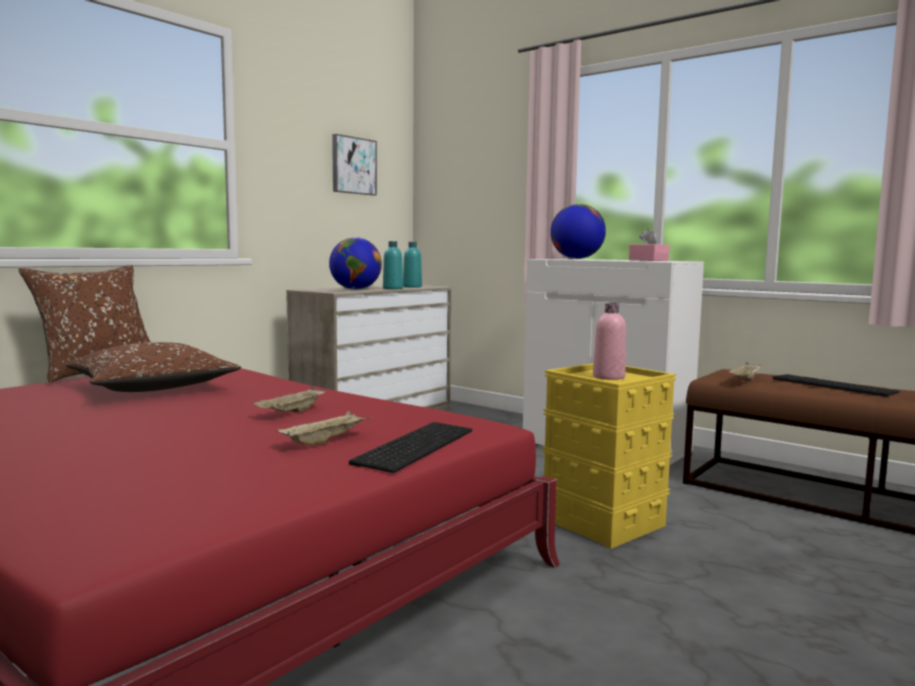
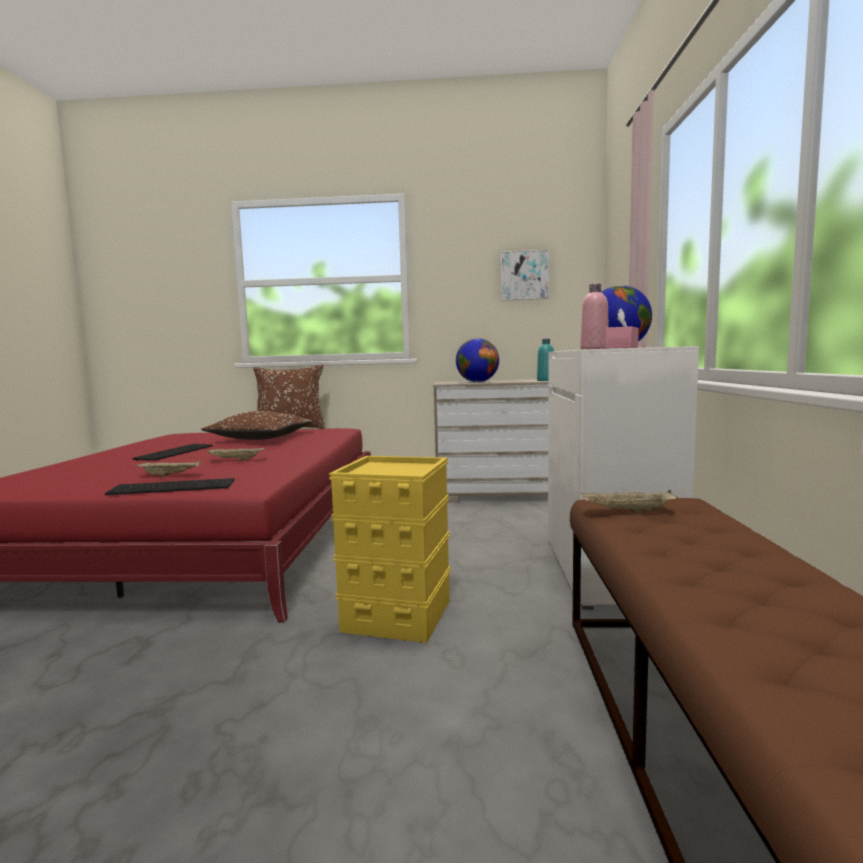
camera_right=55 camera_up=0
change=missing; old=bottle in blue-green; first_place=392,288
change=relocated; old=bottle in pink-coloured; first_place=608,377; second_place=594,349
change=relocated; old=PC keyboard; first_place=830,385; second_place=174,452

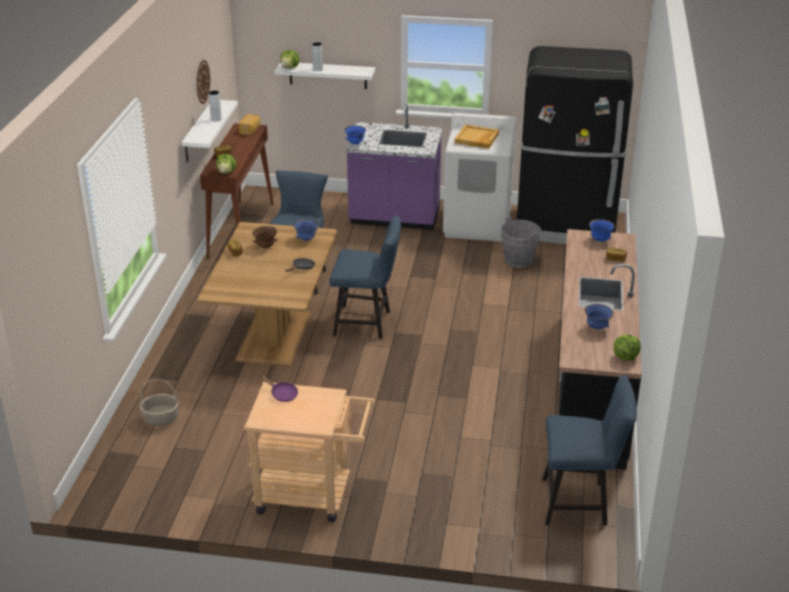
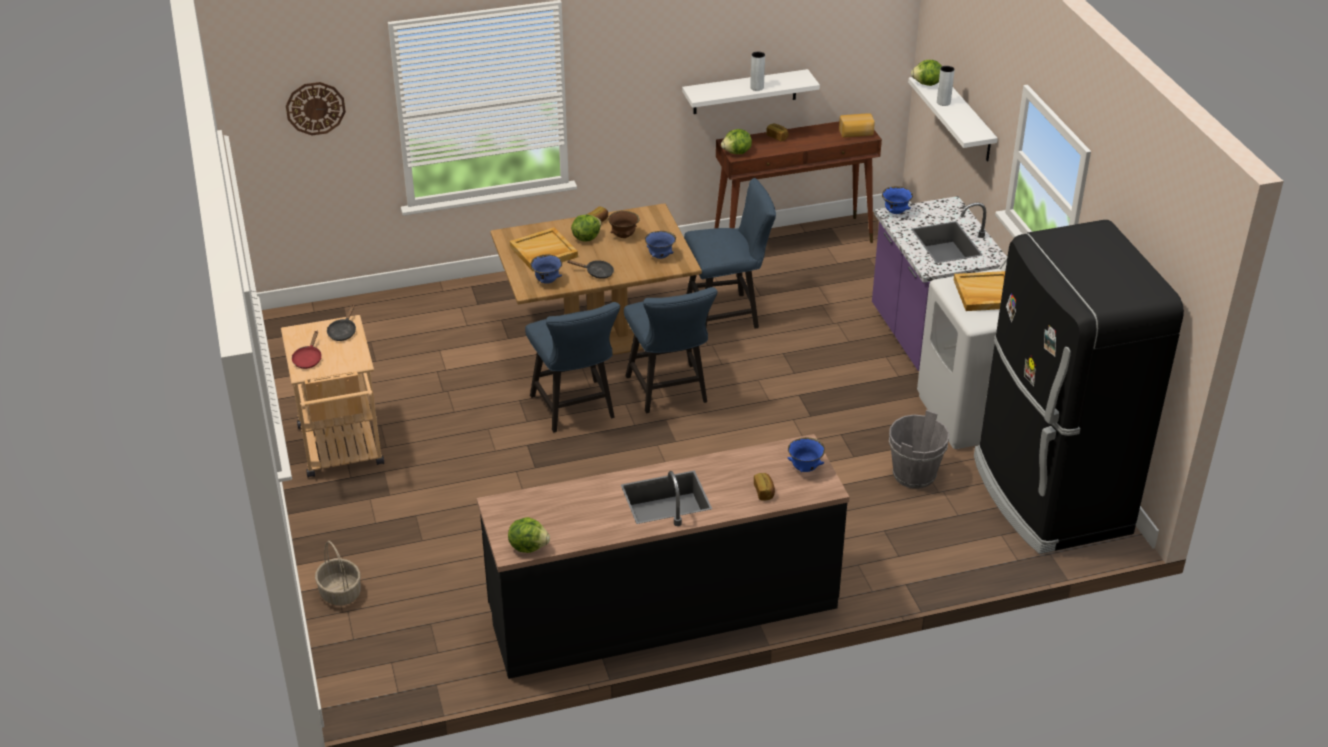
camera_right=65 camera_up=5
change=relocated; old=basket; first_place=160,419; second_place=340,593
change=relocated; old=hanging clock; first_place=202,81; second_place=315,108
change=colour; old=frying pan in purple-coloured; new=frying pan in black-coloured; first_place=282,394; second_place=343,332
change=relocated; old=upright chair in blue; first_place=580,503; second_place=575,410
change=relocated; old=bowl in blue; first_place=596,327; second_place=546,281
change=appeared; new=frying pan in red-coloured; second_place=308,359
change=appeared; new=serving tray in sand-coloured; second_place=543,252
change=appeared; new=lettuce; second_place=586,237

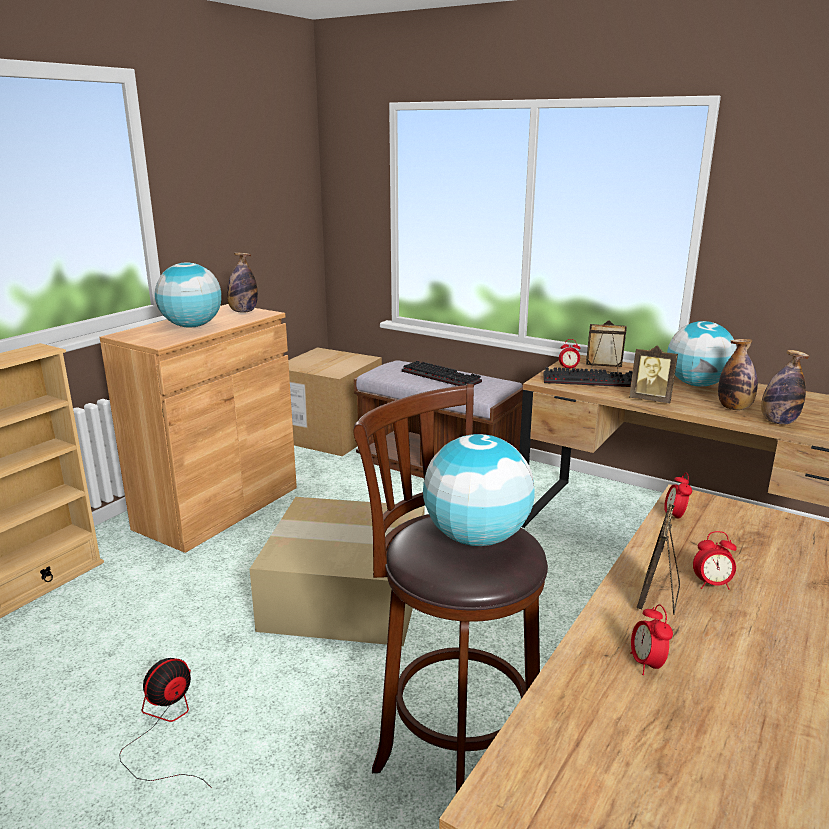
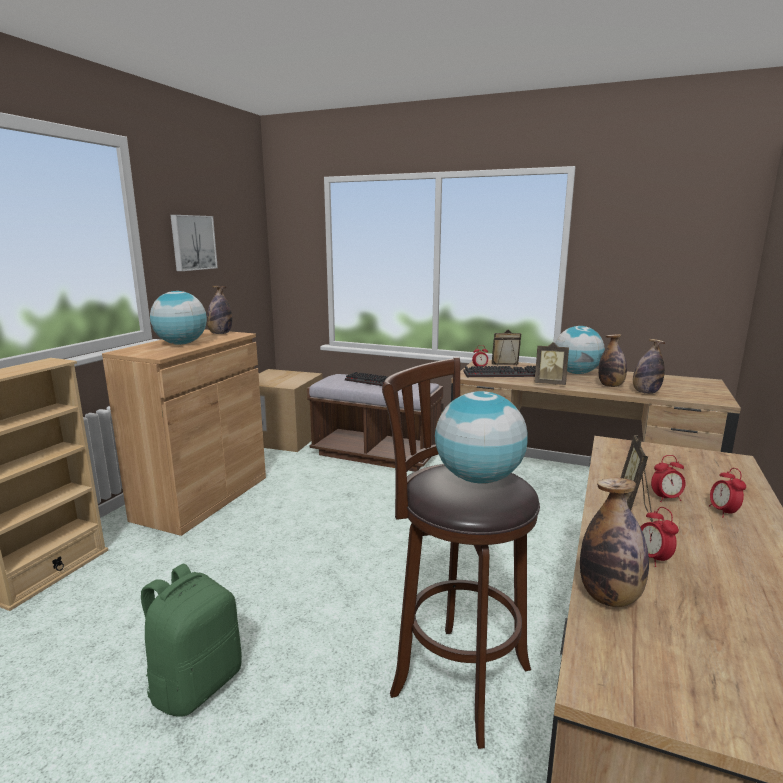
camera_right=-10 camera_up=-5
change=exchanged; old=electric fan; new=knapsack in green-coloured; first_place=165,728; second_place=196,684
change=missing; old=cardboard box; first_place=348,593
change=relocated; old=bedside clock; first_place=674,517; second_place=723,512
change=appeared; new=wall art; second_place=192,242
change=appeared; new=bottle; second_place=609,597

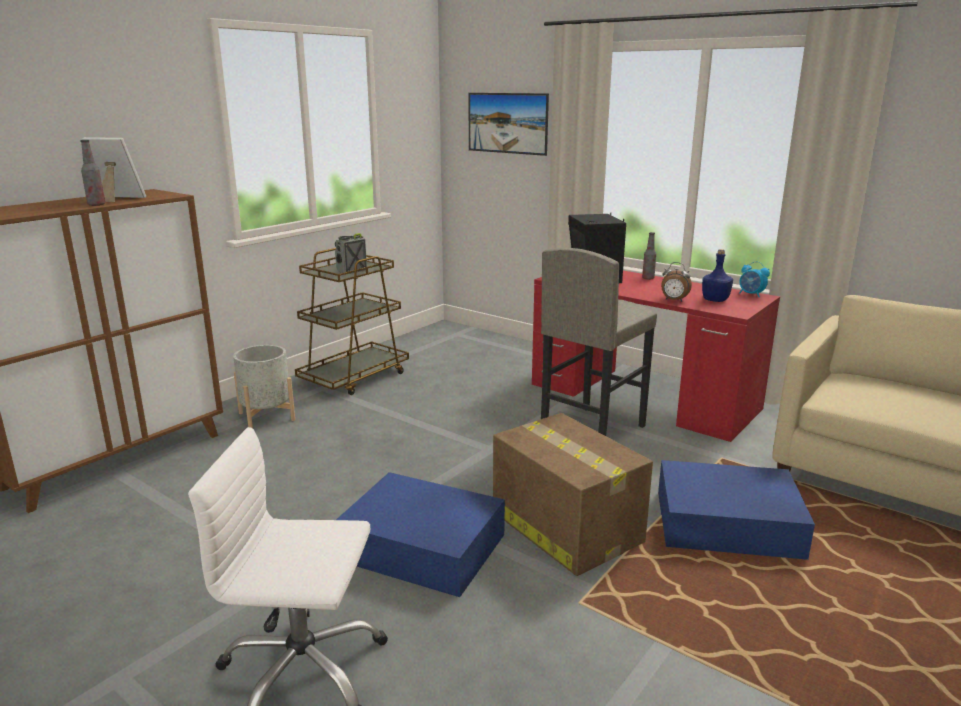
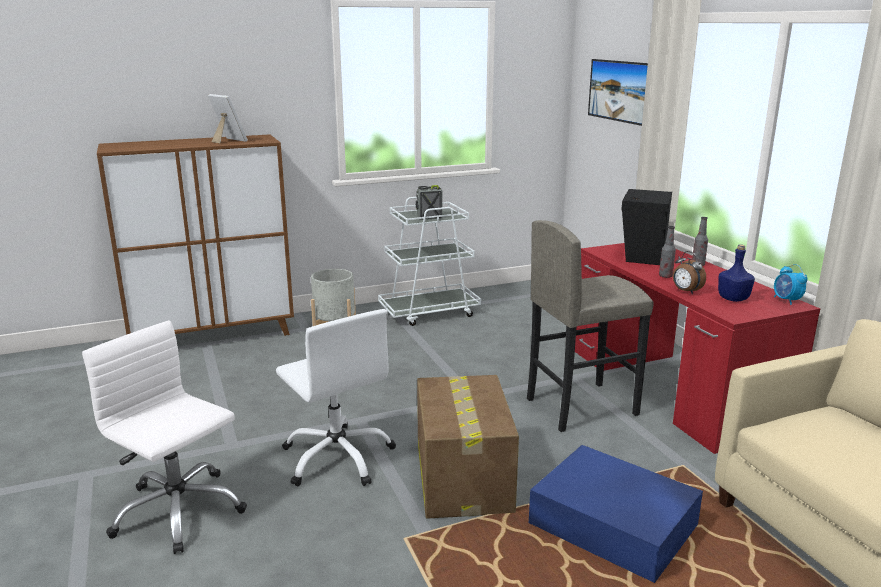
camera_right=30 camera_up=0
change=relocated; old=bottle; first_place=96,205; second_place=665,276
change=colour; old=wheeled cart in brown-coloured; new=wheeled cart in whitish; first_place=355,378; second_place=429,312
change=exchanged; old=storage box in blue; new=desk chair in whitish; first_place=423,548; second_place=338,457

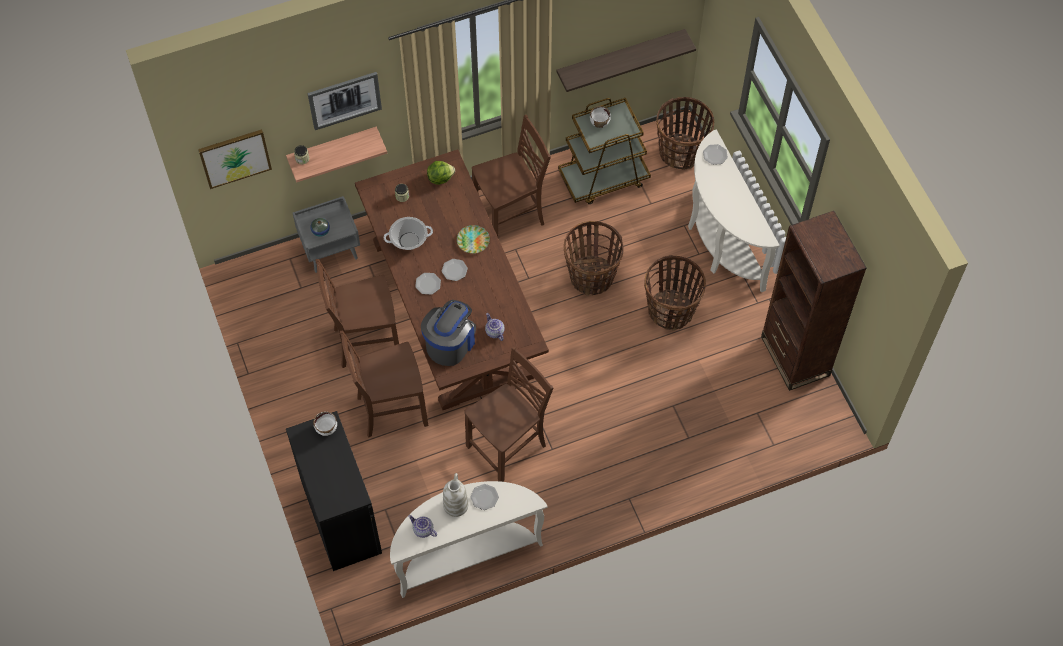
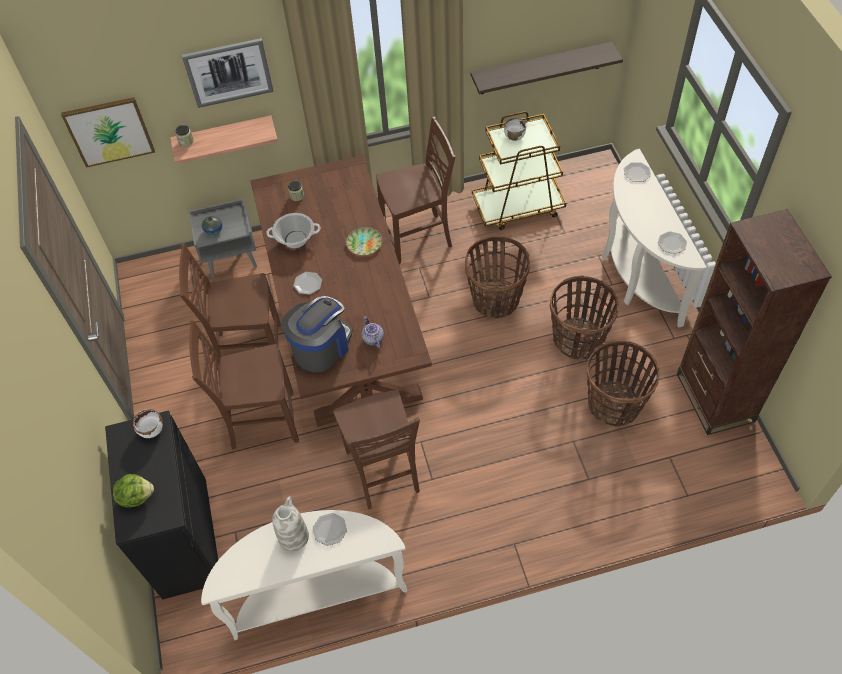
camera_right=10 camera_up=-5
change=missing; old=tea pot; first_place=422,530
change=relocated; old=lettuce; first_place=440,178; second_place=136,496
change=relocated; old=flat dish; first_place=454,270; second_place=671,244
change=spun; old=upright chair in brown-coloured; first_place=508,447; second_place=384,472; degrees=105
change=relocated; old=basket; first_place=681,152; second_place=614,405

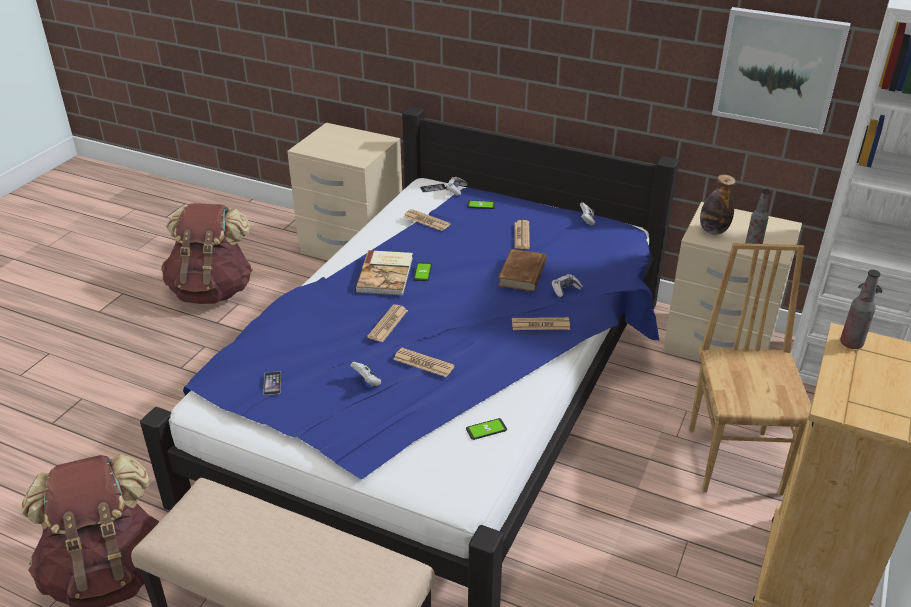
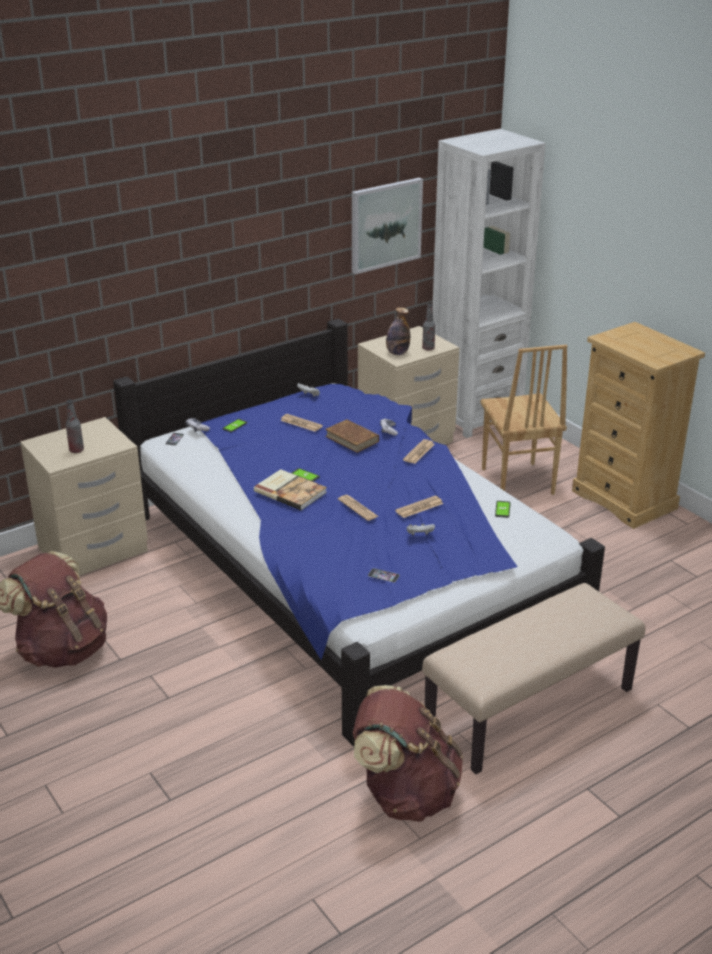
camera_right=-60 camera_up=-5
change=missing; old=newspaper; first_place=426,221
change=spun; old=upright chair in brown-coloured; first_place=735,460; second_place=516,482; degrees=-135
change=relocated; old=bottle; first_place=851,343; second_place=76,450

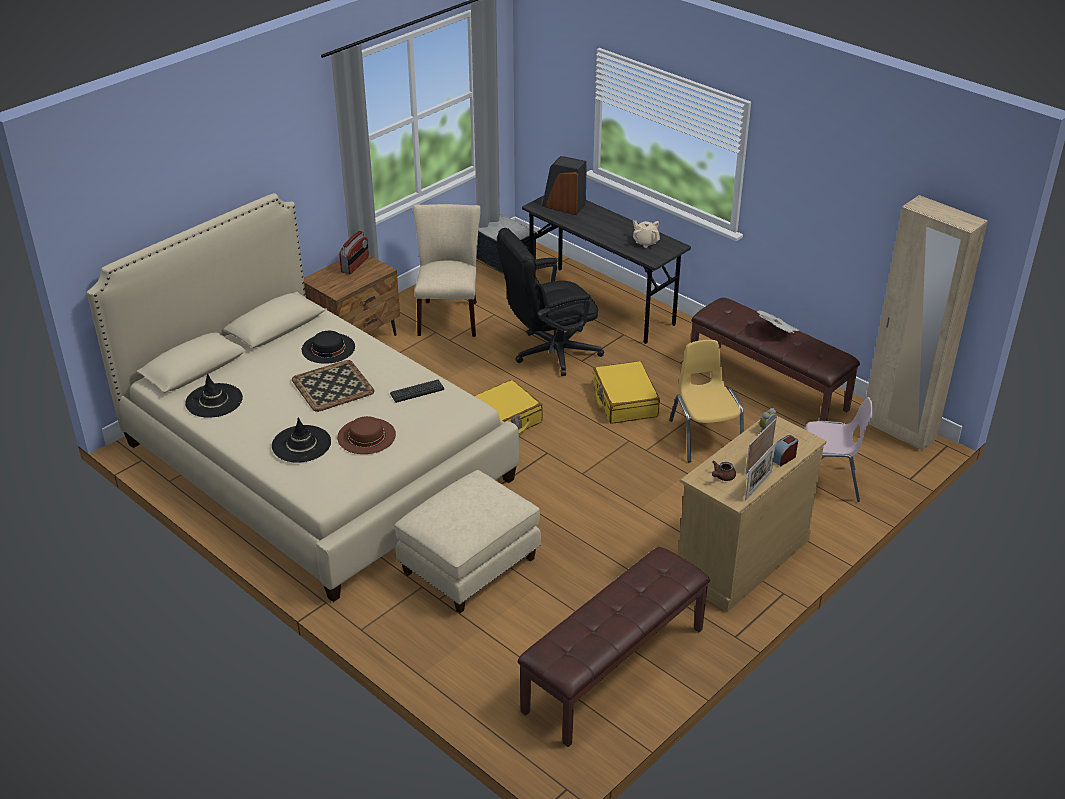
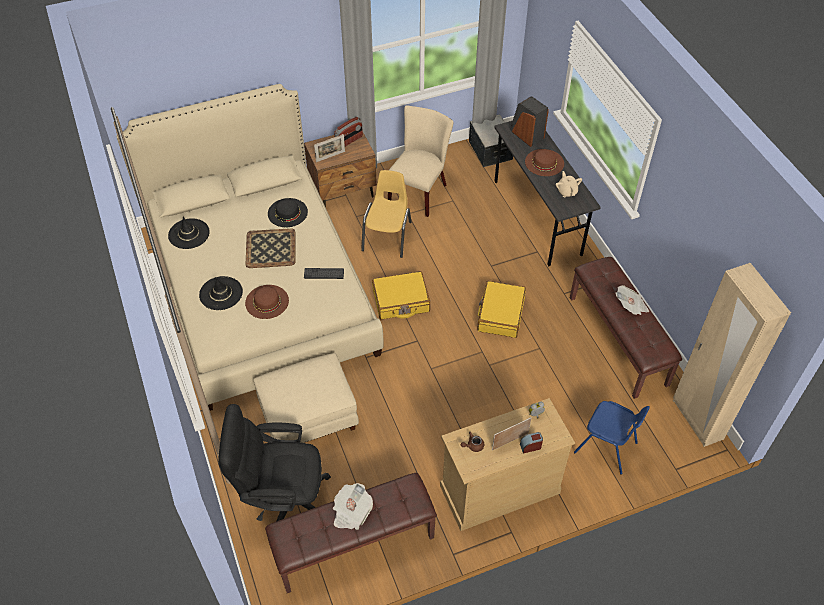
camera_right=25 camera_up=15
change=relocated; old=desk chair in black-coloured; first_place=549,353; second_place=282,498
change=relocated; old=upright chair in yellow-coloured; first_place=705,437; second_place=387,236
change=relocated; old=picture frame; first_place=758,486; second_place=330,156
change=colour; old=upright chair in pink-coloured; new=upright chair in blue; first_place=826,484; second_place=606,448
change=appeared; new=newspaper; second_place=351,512
change=appeared; new=hat in brown-coloured; second_place=544,162

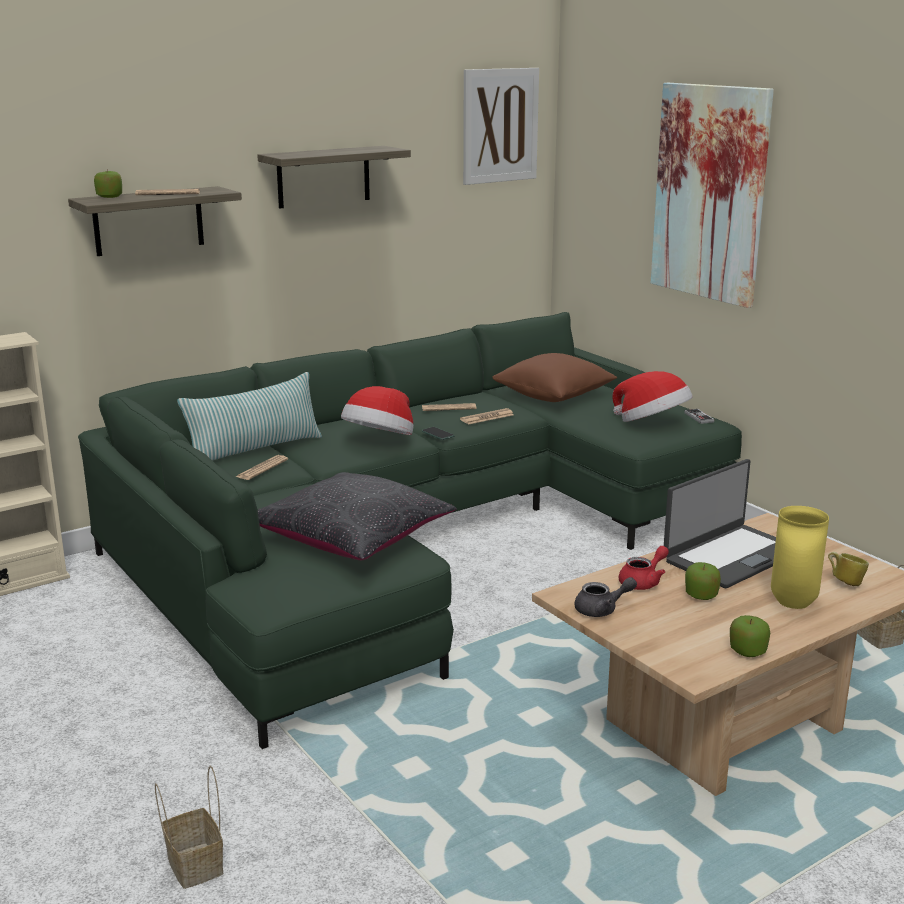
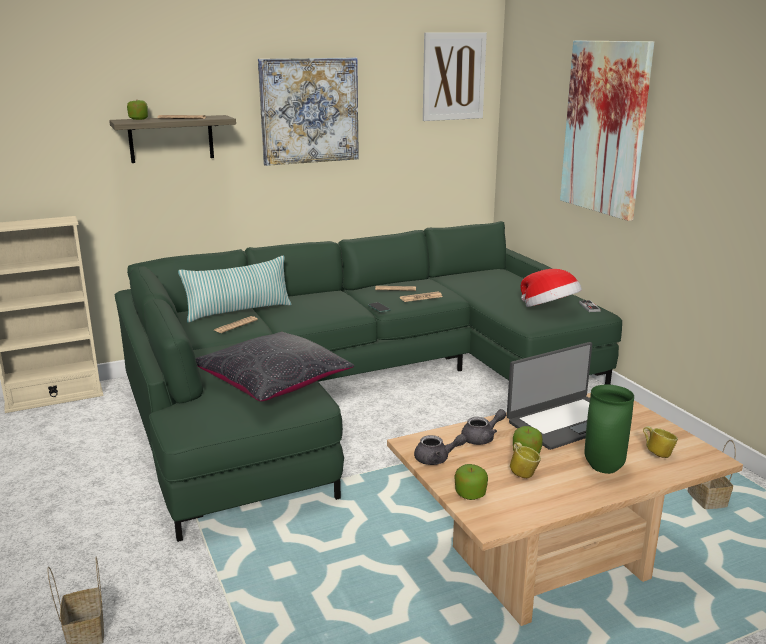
camera_right=10 camera_up=0
change=exchanged; old=shelf; new=wall art; first_place=323,177; second_place=309,111
change=missing; old=hat; first_place=380,441
change=missing; old=pillow in brown-coloured; first_place=554,396
change=colour; old=tea pot in red-coloured; new=tea pot in gray; first_place=643,582; second_place=482,438
change=relocated; old=apple; first_place=747,651; second_place=470,494
change=colour; old=flower vase in yellow-coloured; new=flower vase in green-coloured; first_place=791,603; second_place=602,468
change=appeared; new=mug; second_place=522,472

